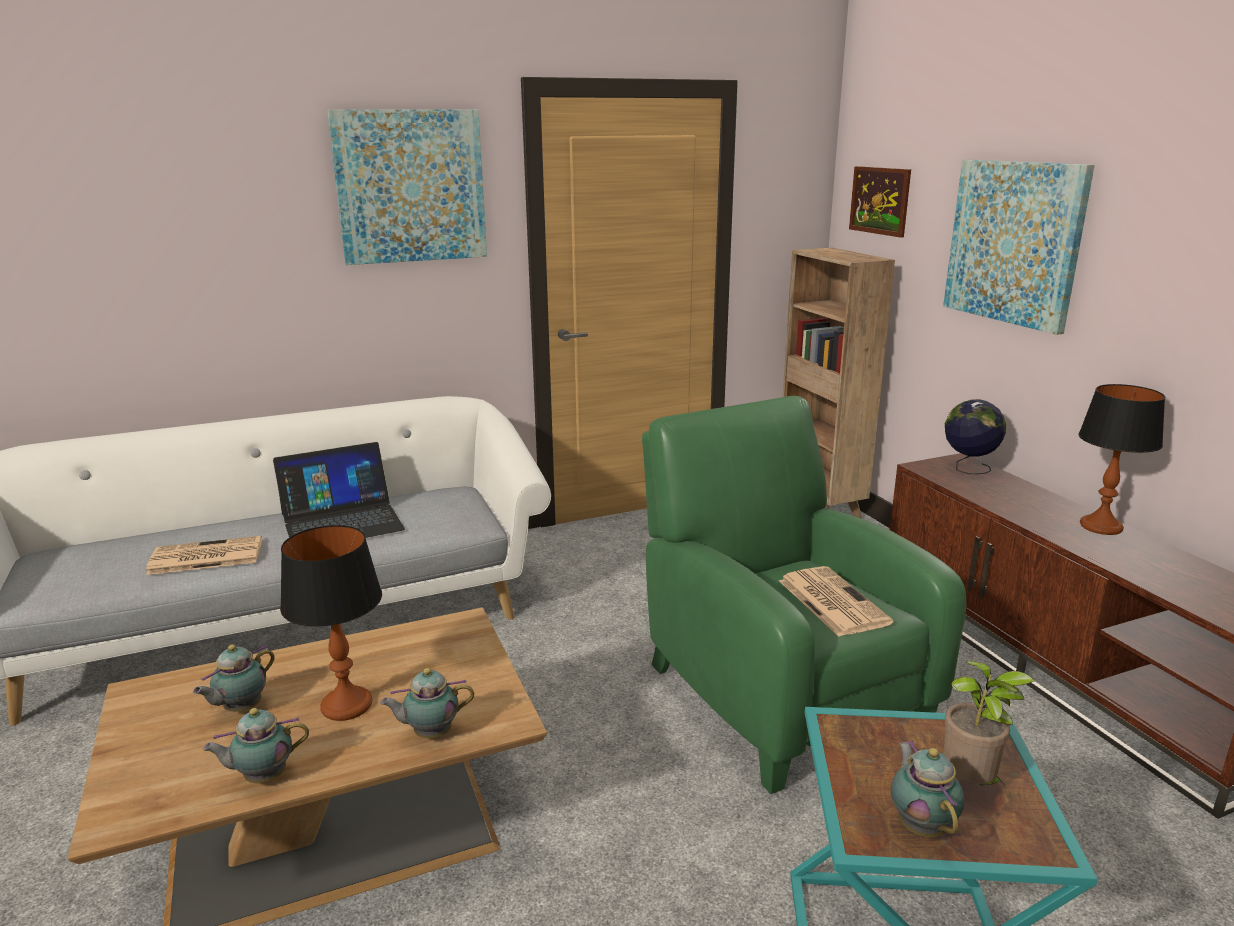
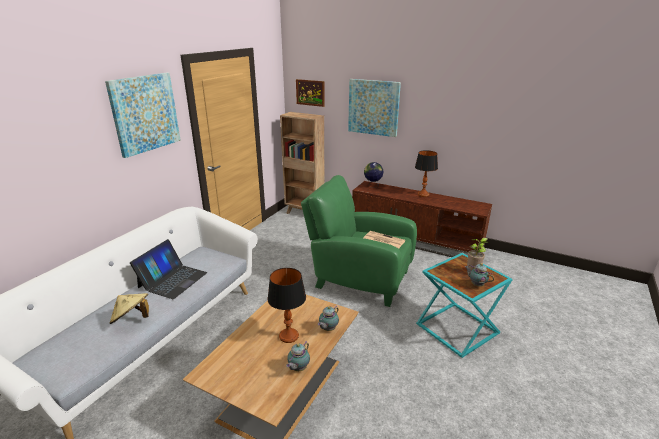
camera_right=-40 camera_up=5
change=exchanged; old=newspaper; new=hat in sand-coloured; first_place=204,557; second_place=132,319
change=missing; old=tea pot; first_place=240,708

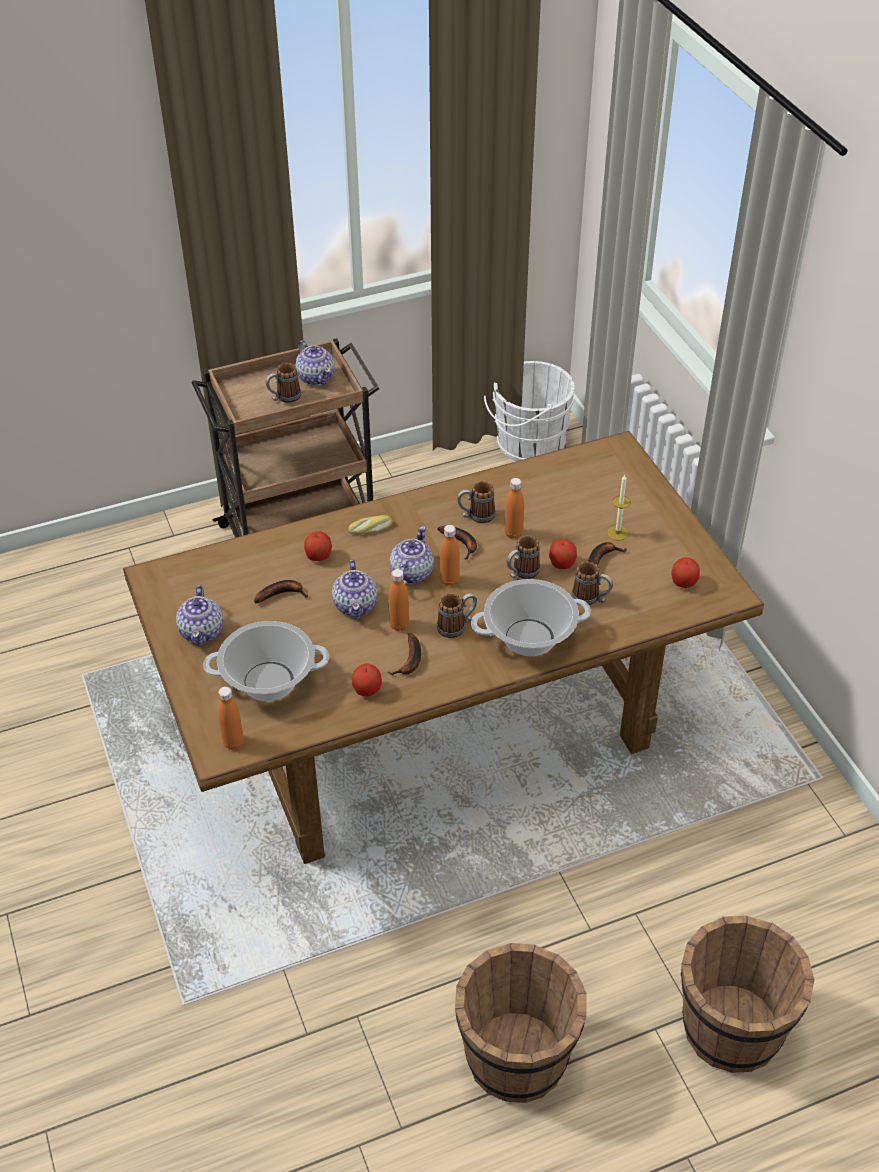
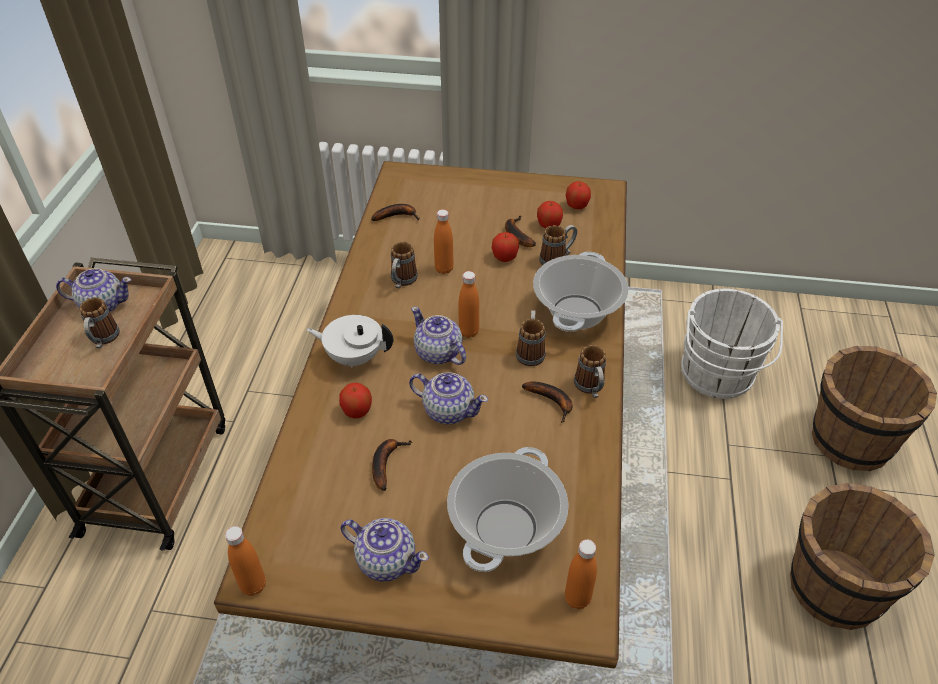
camera_right=-60 camera_up=0
change=exchanged; old=baked bread; new=tea pot in whitish; first_place=370,529; second_place=354,357
change=relocated; old=apple; first_place=367,690; second_place=549,226
change=relocated; old=bottle in orangey; first_place=399,625; second_place=253,585
change=relocated; old=whole banana; first_place=462,543; second_place=397,216
change=relocated; old=pail in whitish; first_place=526,444; second_place=716,376
change=relocated; old=mug; first_place=521,573; second_place=590,388
change=missing; old=wax light; first_place=617,533

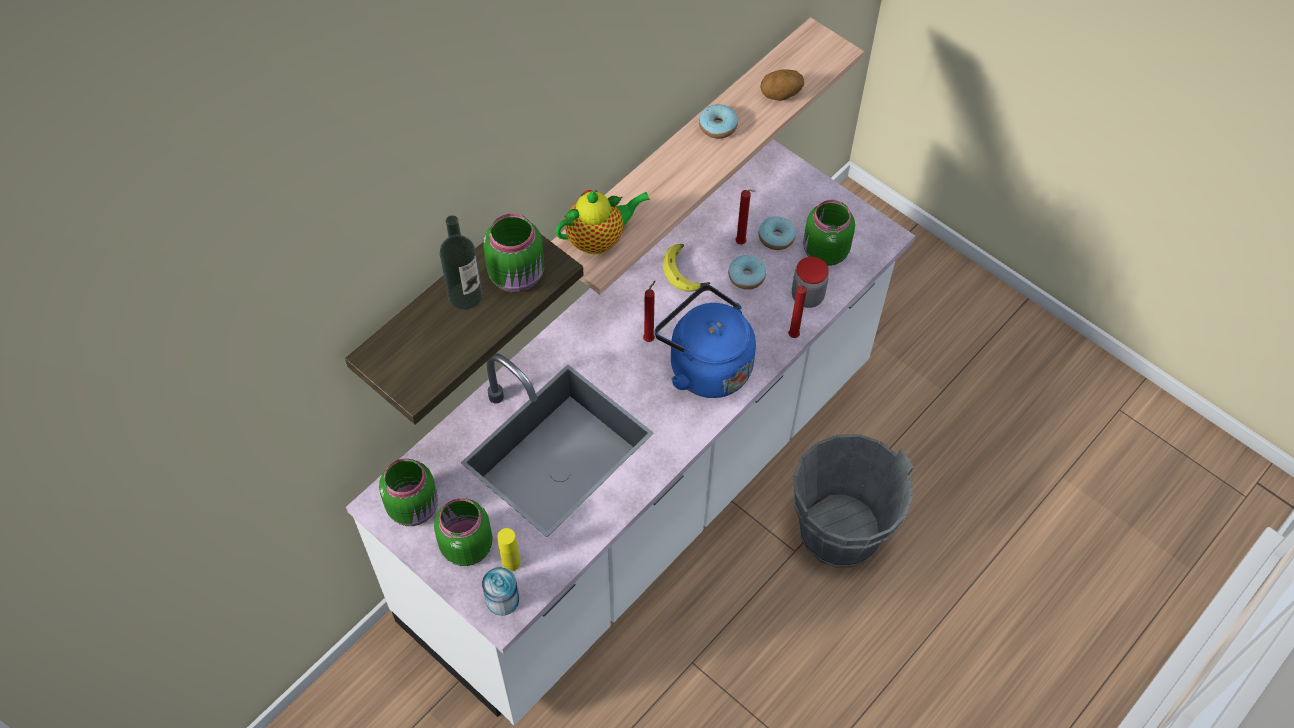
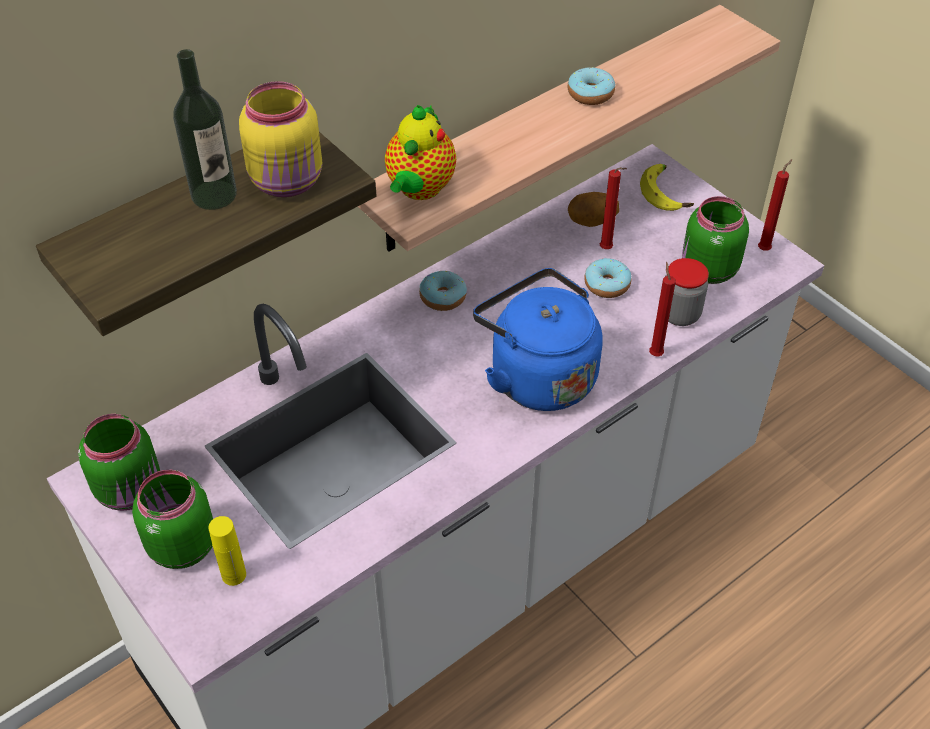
camera_right=10 camera_up=-10
change=missing; old=can; first_place=502,599
change=colour; old=storage jar in green-coloured; new=storage jar in yellow-coloured; first_place=518,276; second_place=288,182
change=spun; old=tea pot; first_place=599,239; second_place=419,189; degrees=120
change=relocated; old=wax light in red-coloured; first_place=650,338; second_place=765,249
change=relocated; old=whole banana; first_place=686,271; second_place=666,193
change=relocated; old=doughnut; first_place=776,237; second_place=443,297
change=relocated; old=whole potato; first_place=780,95; second_place=592,222
change=missing; old=pail in gray; first_place=839,532

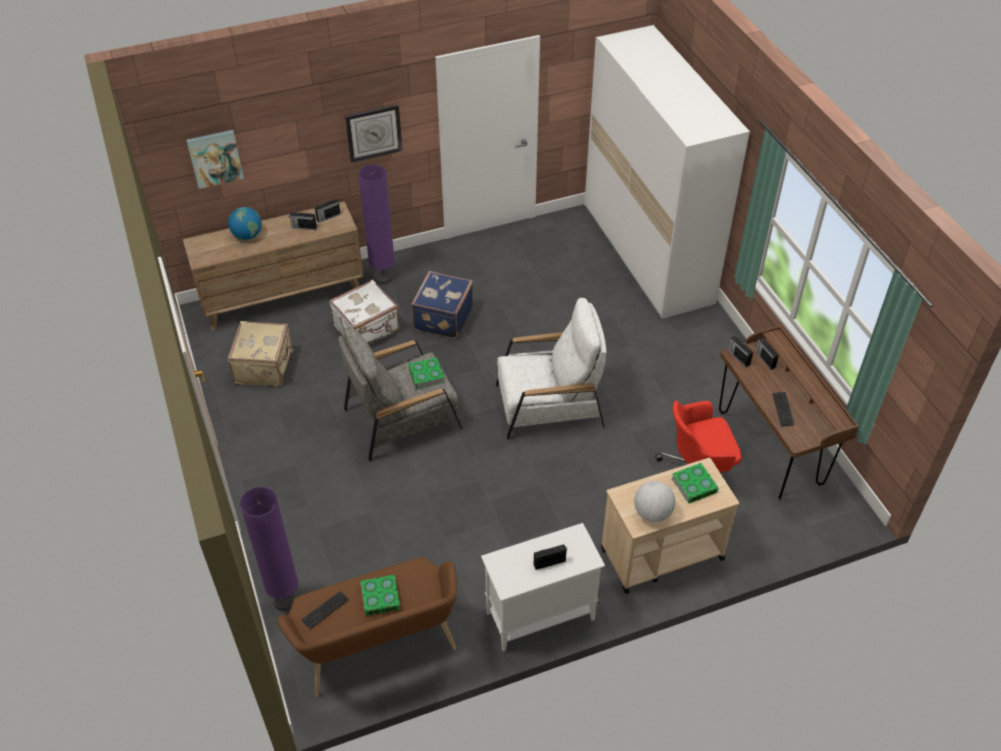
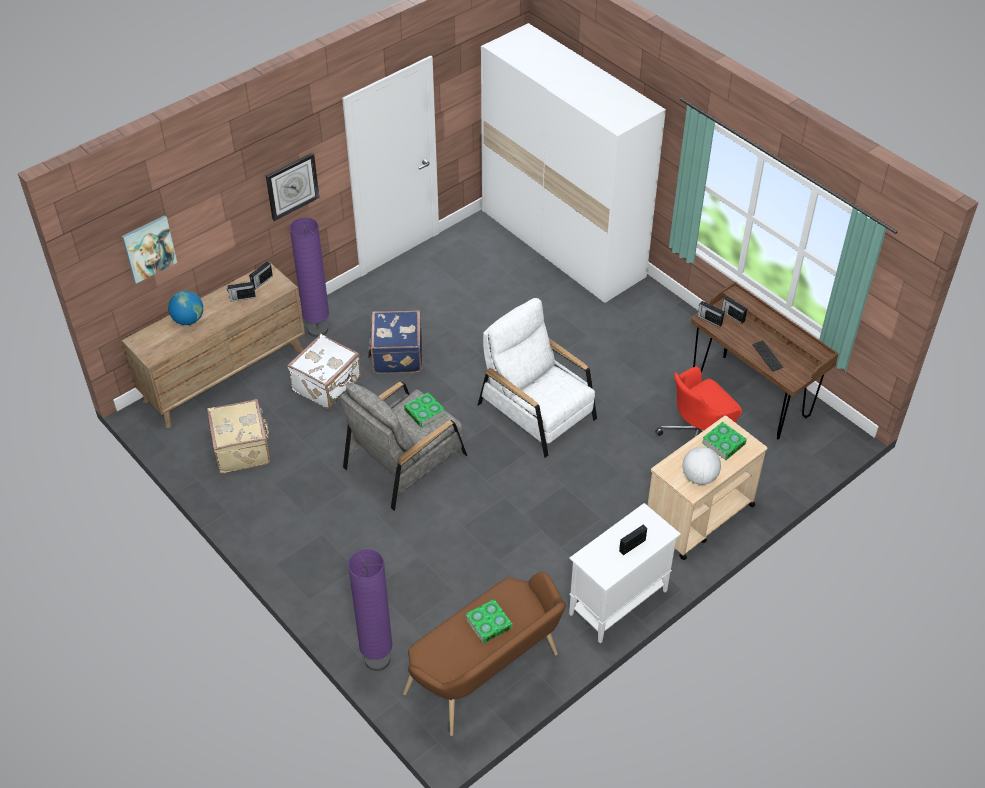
camera_right=-20 camera_up=0
change=missing; old=PC keyboard; first_place=325,610
change=spun; old=armchair in whitish; first_place=549,405; second_place=537,411; degrees=-105

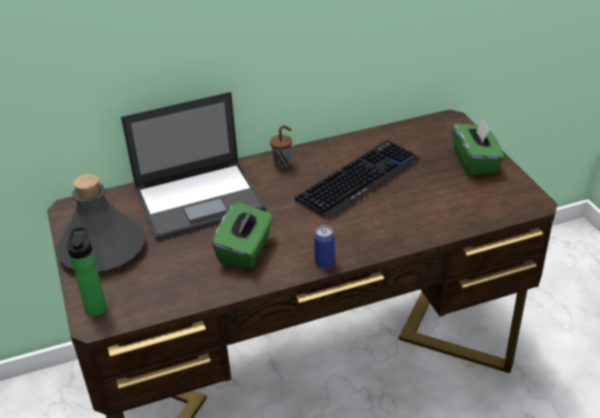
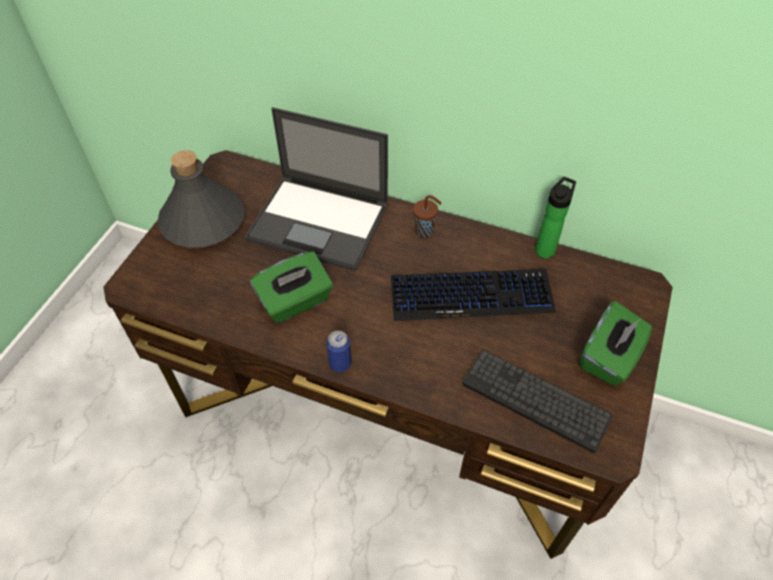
camera_right=40 camera_up=15
change=relocated; old=bottle; first_place=96,306; second_place=546,248
change=appeared; new=PC keyboard; second_place=535,400

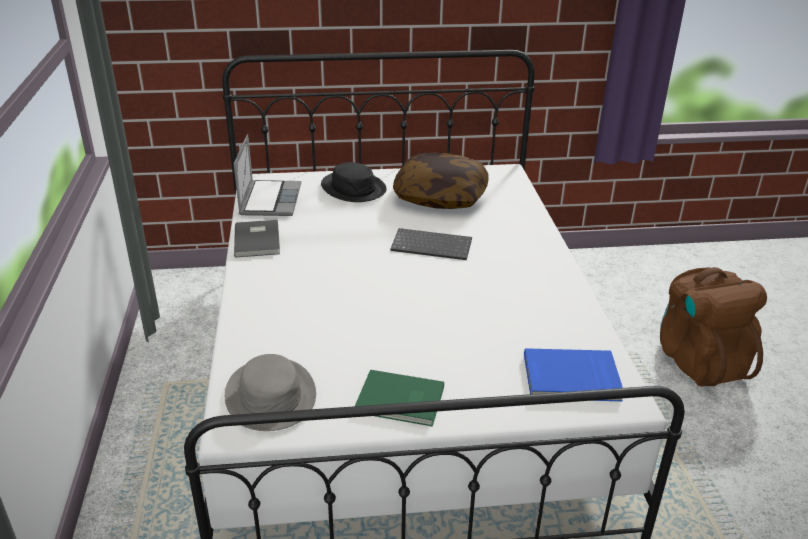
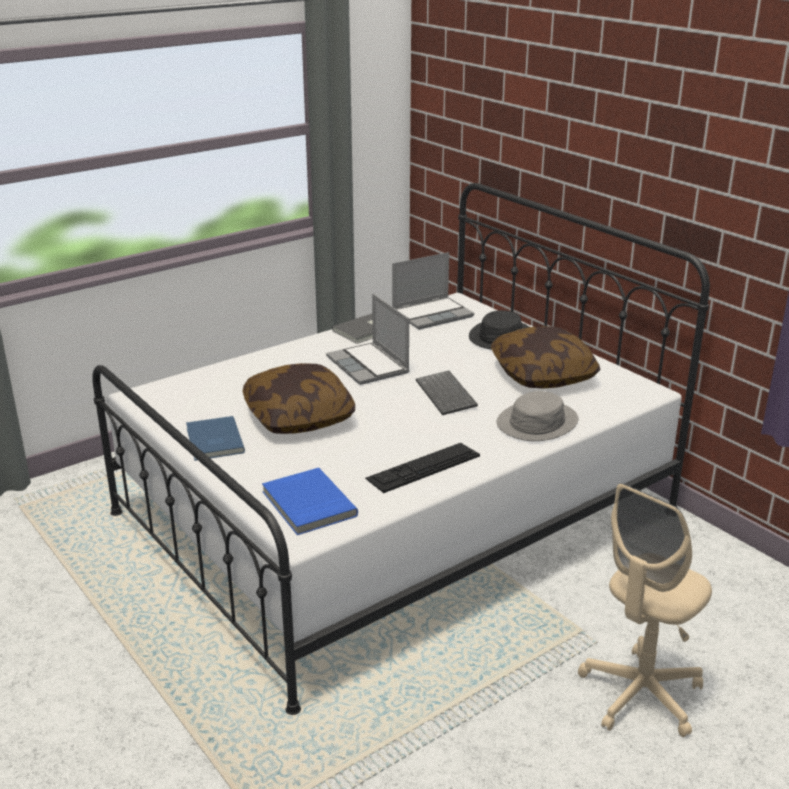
camera_right=60 camera_up=-5
change=relocated; old=hat in gray; first_place=270,395; second_place=537,422
change=colour; old=bound book in green-coloured; new=bound book in blue; first_place=401,401; second_place=213,441
change=exchanged; old=knapsack in brown-coloured; new=desk chair in sand-coloured; first_place=699,360; second_place=641,695
change=appeared; new=pillow; second_place=299,417
change=appeared; new=laptop; second_place=369,366
change=appeared; new=PC keyboard; second_place=423,467

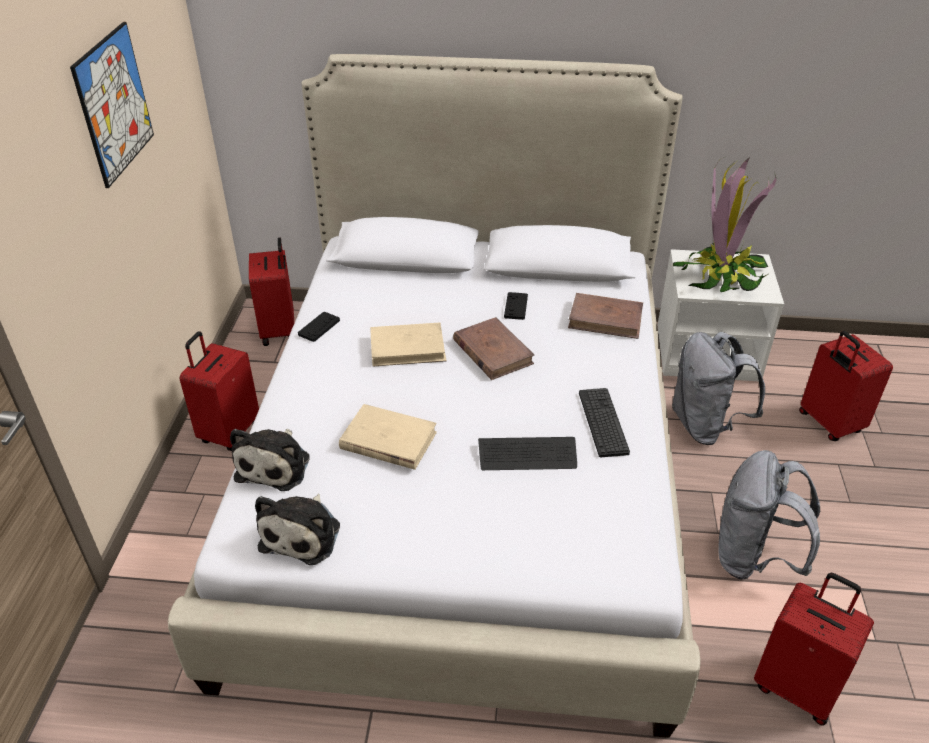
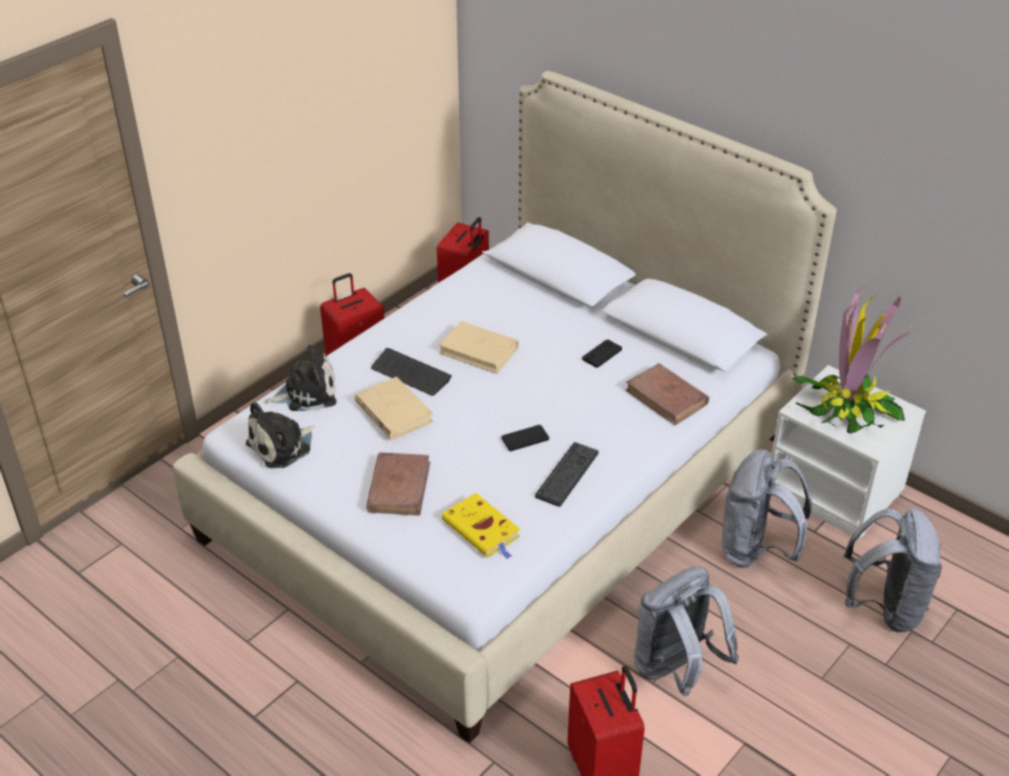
camera_right=35 camera_up=0
change=missing; old=wall art; first_place=114,104
change=spun; old=cuddly toy; first_place=275,465; second_place=306,393; degrees=-150
change=relocated; old=joypad in black-coloured; first_place=319,327; second_place=525,439
change=relocated; old=bound book in brown-coloured; first_place=492,352; second_place=399,487
change=relocated; old=PC keyboard; first_place=527,455; second_place=410,373
change=exchanged; old=travel case in red-coloured; new=knapsack in gray; first_place=828,423; second_place=884,607
change=appeared; new=bound book in yellow-coloured; second_place=483,530

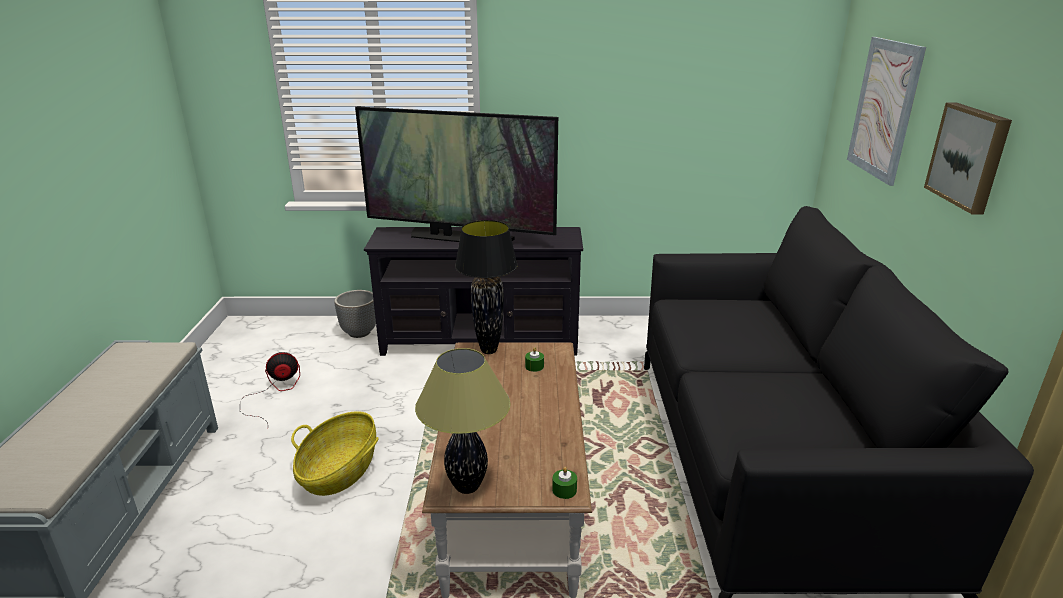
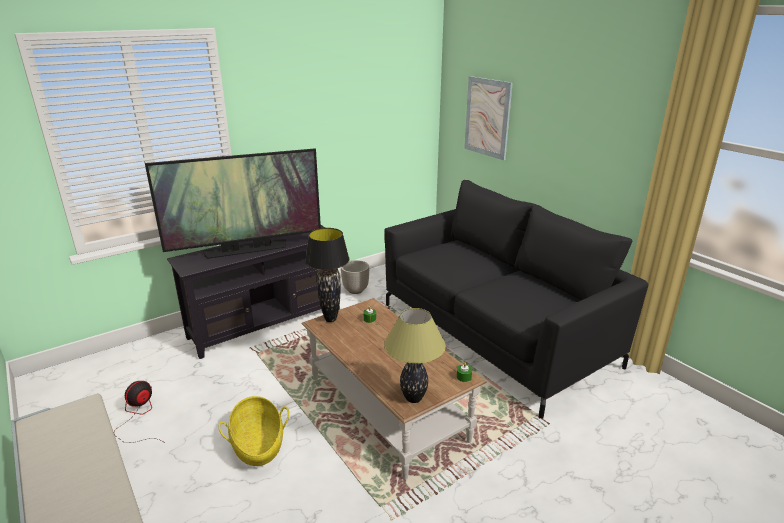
camera_right=-35 camera_up=0
change=relocated; old=plant pot; first_place=360,333; second_place=356,290
change=missing; old=wall art; first_place=969,156

